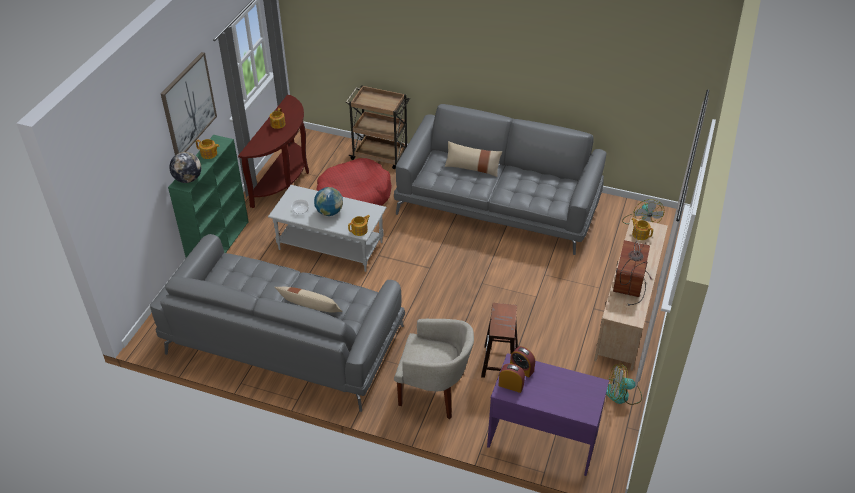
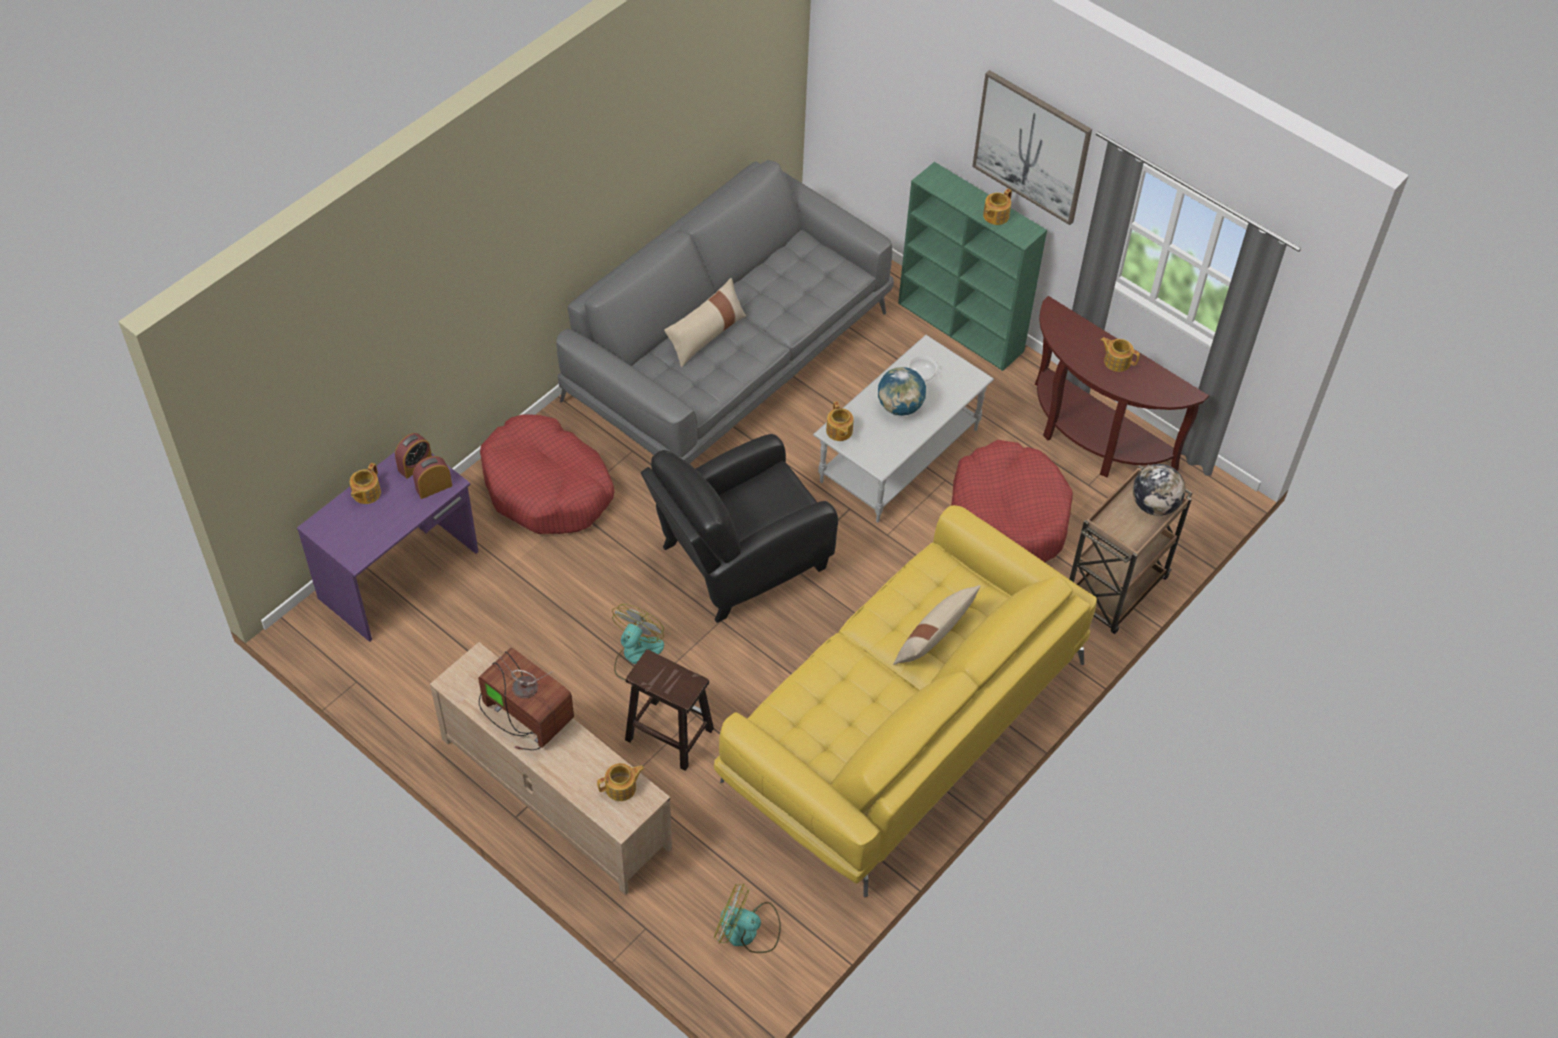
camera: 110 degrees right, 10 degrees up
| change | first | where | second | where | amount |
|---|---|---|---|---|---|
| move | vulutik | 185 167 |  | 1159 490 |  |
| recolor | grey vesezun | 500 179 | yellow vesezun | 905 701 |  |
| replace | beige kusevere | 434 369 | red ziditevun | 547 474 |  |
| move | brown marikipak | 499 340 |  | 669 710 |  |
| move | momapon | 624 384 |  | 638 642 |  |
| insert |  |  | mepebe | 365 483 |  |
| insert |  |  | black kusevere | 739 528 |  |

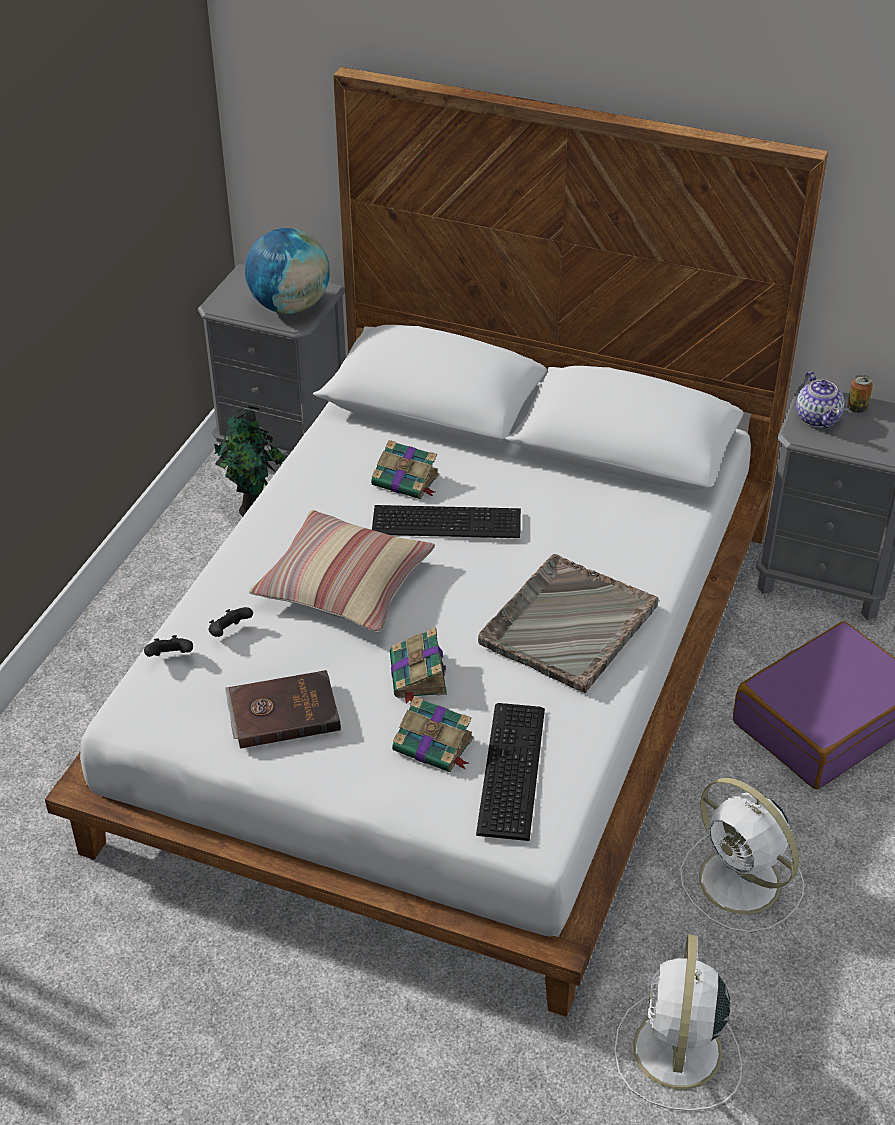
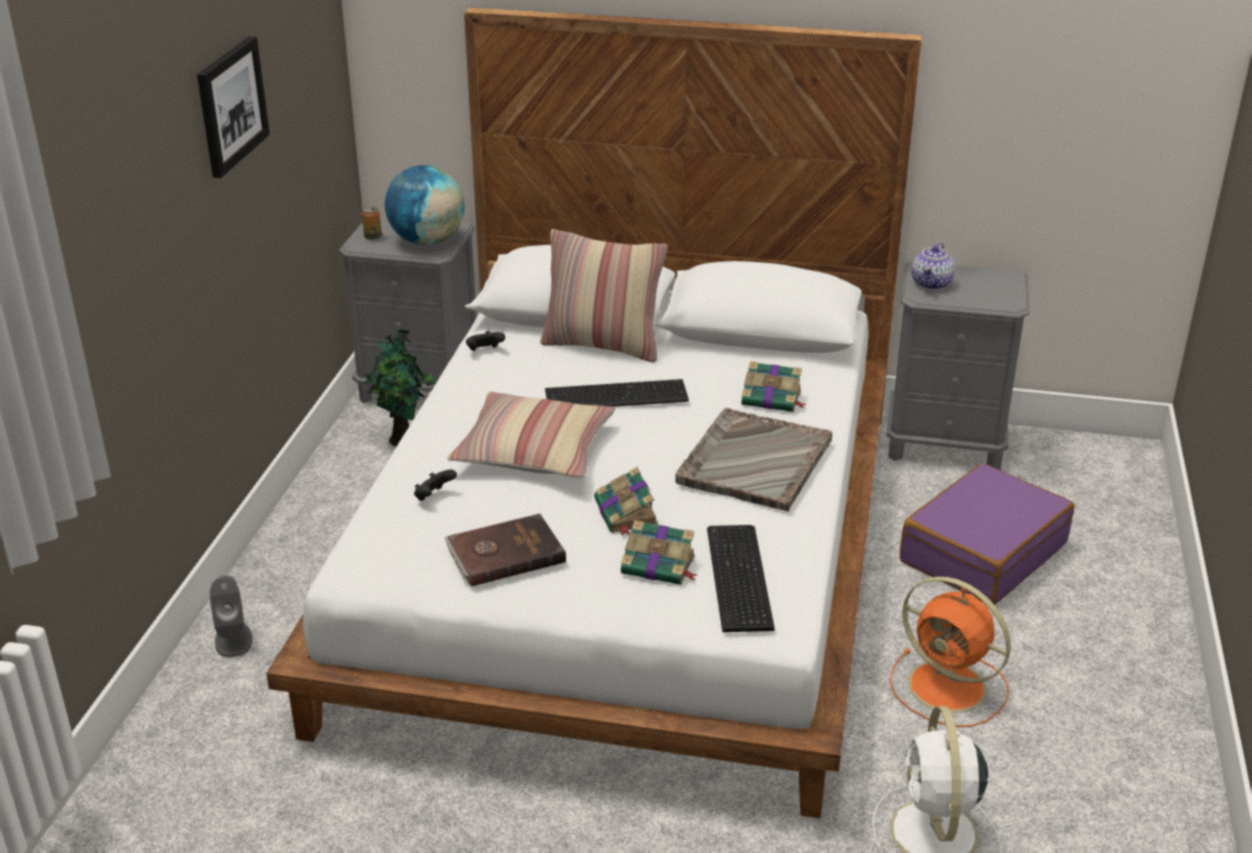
camera: 10 degrees left, 10 degrees down
| change | first | where | second | where | amount |
|---|---|---|---|---|---|
| move | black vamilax | 168 646 |  | 485 341 |  |
| move | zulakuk | 405 469 |  | 773 386 |  |
| recolor | white momapon | 742 855 | orange momapon | 950 651 |  |
| rotate | mepebe | 820 399 |  | 933 266 | 45 degrees clockwise |
| move | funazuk | 860 394 |  | 372 223 |  |
| insert |  |  | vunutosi | 233 107 |  |
| insert |  |  | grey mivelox | 230 616 |  |
| insert |  |  | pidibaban | 604 295 |  |

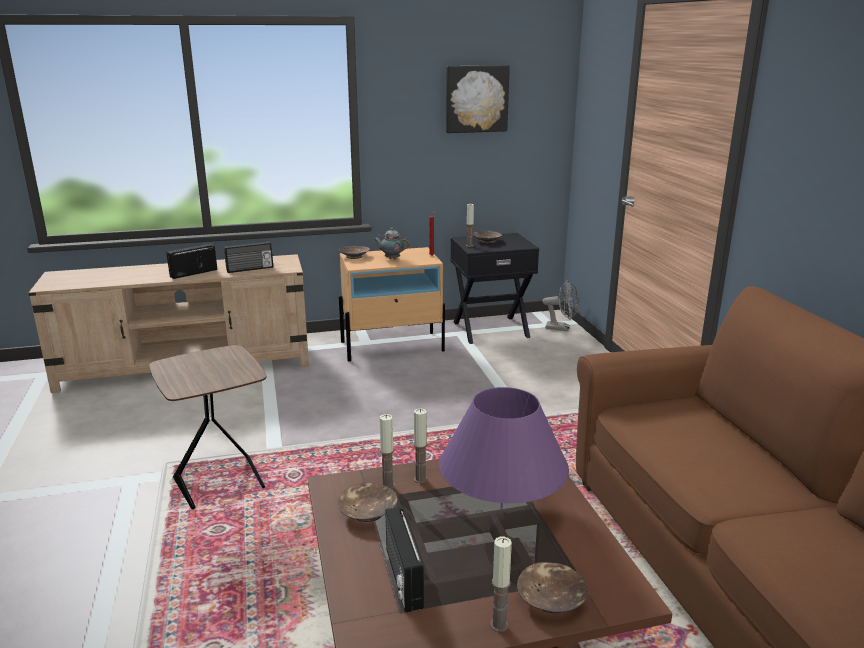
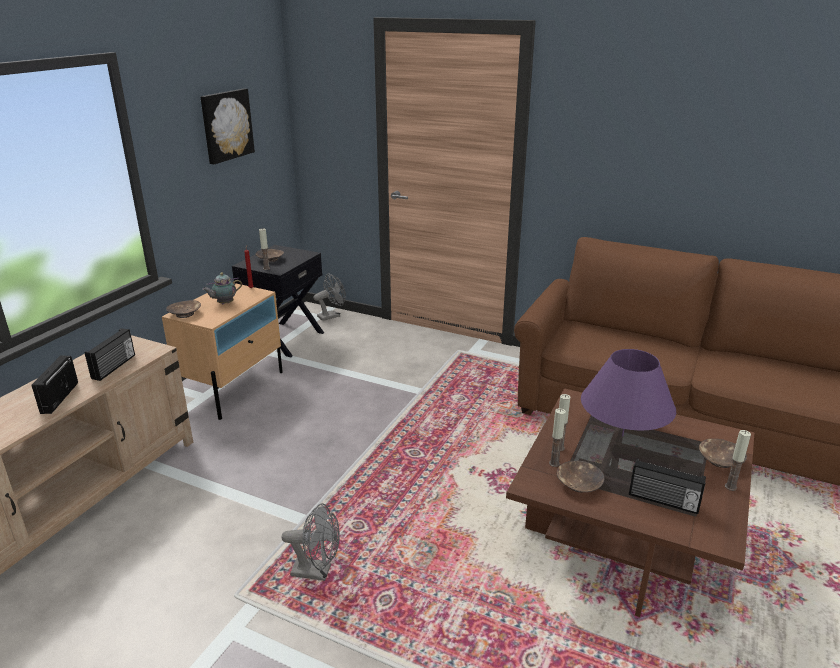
camera: 50 degrees left, 5 degrees up
| change | first | where | second | where | amount |
|---|---|---|---|---|---|
| replace | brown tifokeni | 207 427 | grey momapon | 311 542 |  |

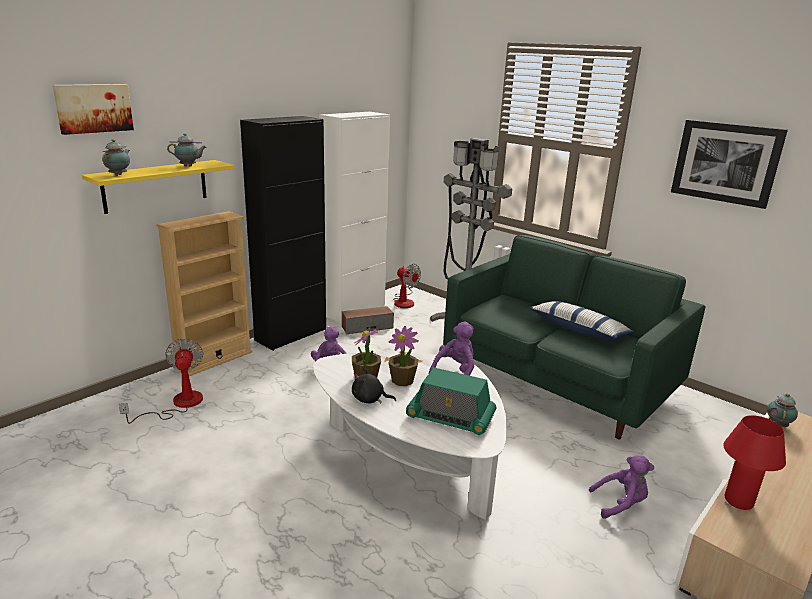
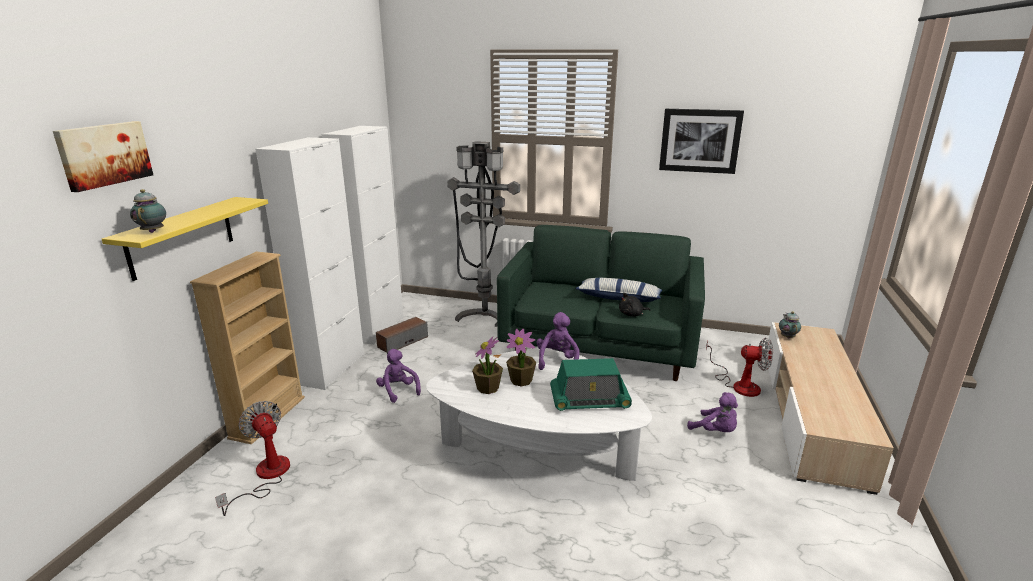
camera: 25 degrees left, 0 degrees up
| change | first | where | second | where | amount |
|---|---|---|---|---|---|
| delete | mepebe | 187 150 |  |  |  |
| recolor | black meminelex | 283 233 | white meminelex | 310 263 |  |
| move | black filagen | 374 386 |  | 635 305 |  |
| move | momapon | 407 286 |  | 739 367 |  |
| rotate | purple filagen | 621 487 |  | 712 412 | 75 degrees clockwise |
| delete | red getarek | 754 462 |  |  |  |

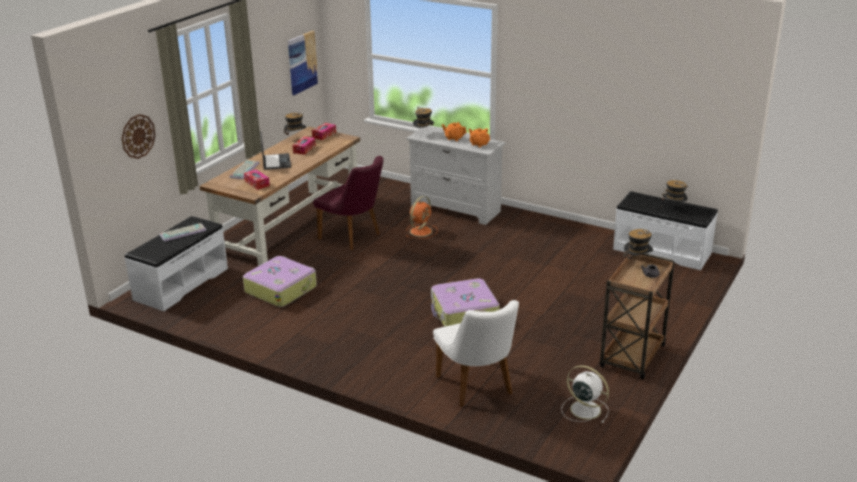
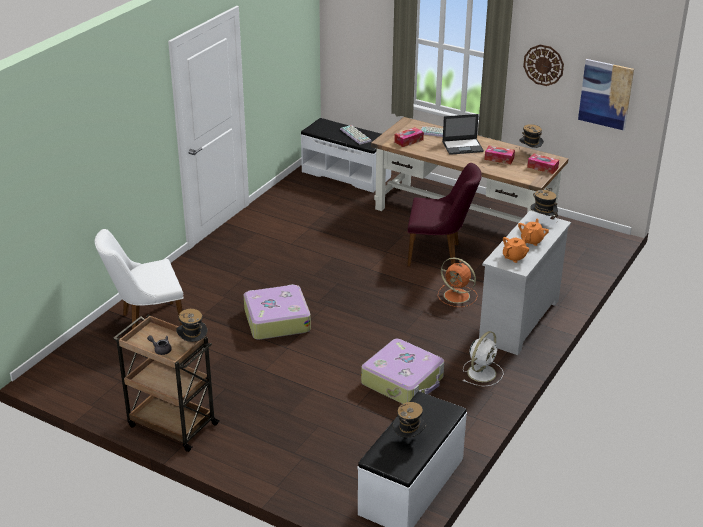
camera: 90 degrees right, 5 degrees up
| change | first | where | second | where | amount |
|---|---|---|---|---|---|
| move | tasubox | 139 136 |  | 543 65 |  |
| move | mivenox | 280 281 |  | 402 371 |  |
| rotate | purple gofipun | 348 203 |  | 444 215 | 120 degrees counterclockwise |
| move | white momapon | 585 394 |  | 483 359 |  |

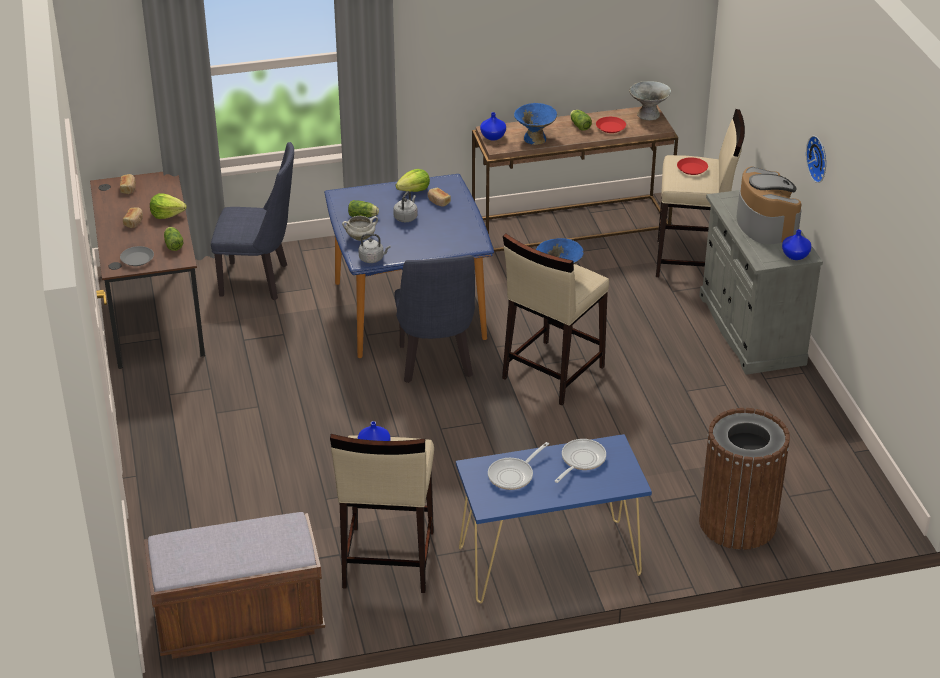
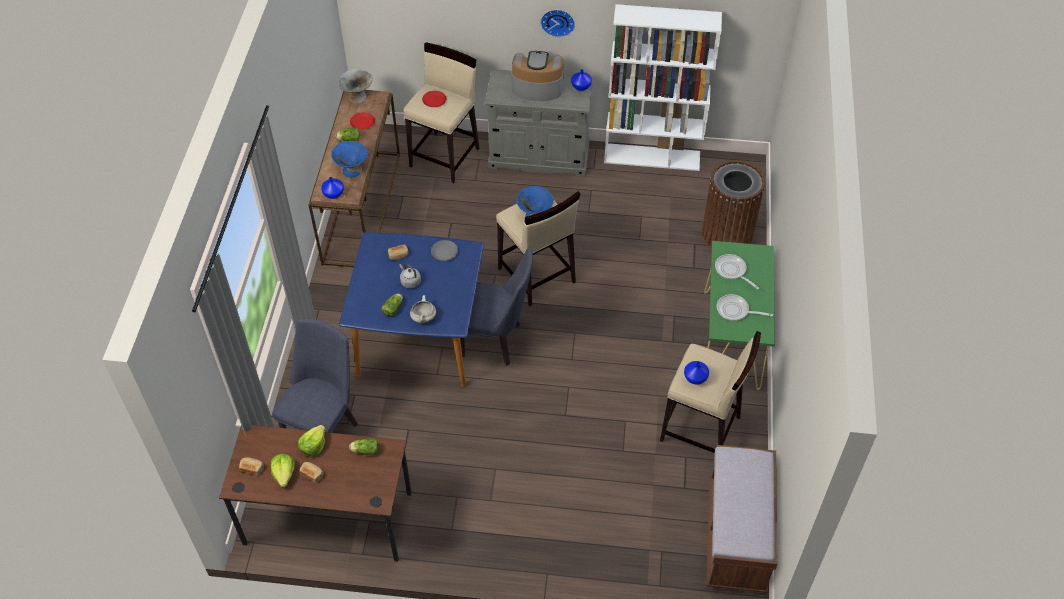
camera: 70 degrees left, 15 degrees up
| change | first | where | second | where | amount |
|---|---|---|---|---|---|
| move | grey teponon | 137 256 |  | 444 250 |  |
| delete | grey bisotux | 374 248 |  |  |  |
| move | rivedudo | 413 180 |  | 283 470 |  |
| recolor | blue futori | 554 518 | green futori | 739 315 |  |
| rotate | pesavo | 518 466 |  | 745 307 | 135 degrees clockwise |
| insert |  |  | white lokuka | 663 87 |  |

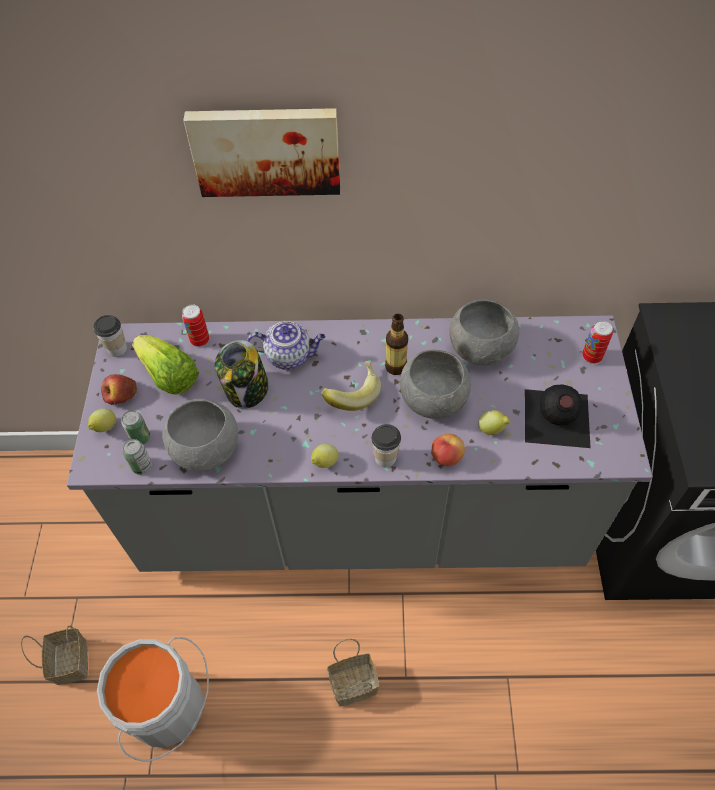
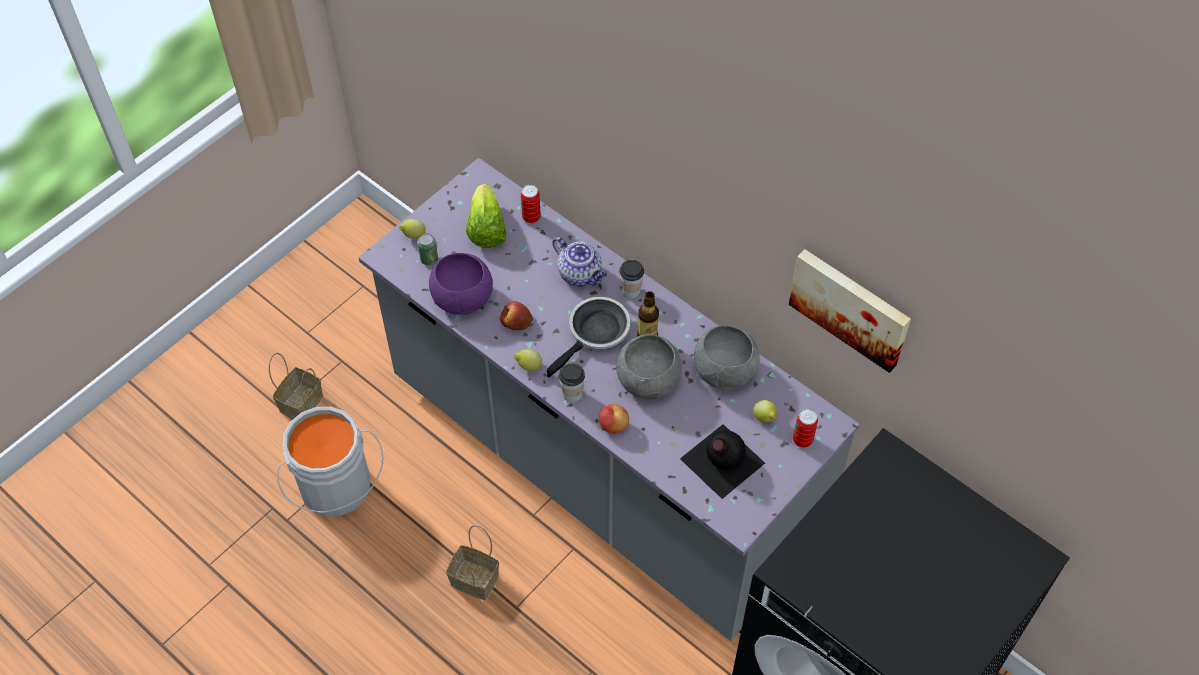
camera: 40 degrees right, 0 degrees up
| change | first | where | second | where | amount |
|---|---|---|---|---|---|
| move | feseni | 110 336 |  | 631 279 |  |
| move | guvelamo | 119 389 |  | 516 315 |  |
| delete | funazuk | 137 457 |  |  |  |
| recolor | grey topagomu | 200 434 | purple topagomu | 461 284 |  |
| move | vunutosi | 261 152 |  | 850 311 |  |
| delete | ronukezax | 242 374 |  |  |  |
| replace | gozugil | 351 386 | pesavo | 588 337 |  |
| move | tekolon | 494 422 |  | 765 411 |  |

